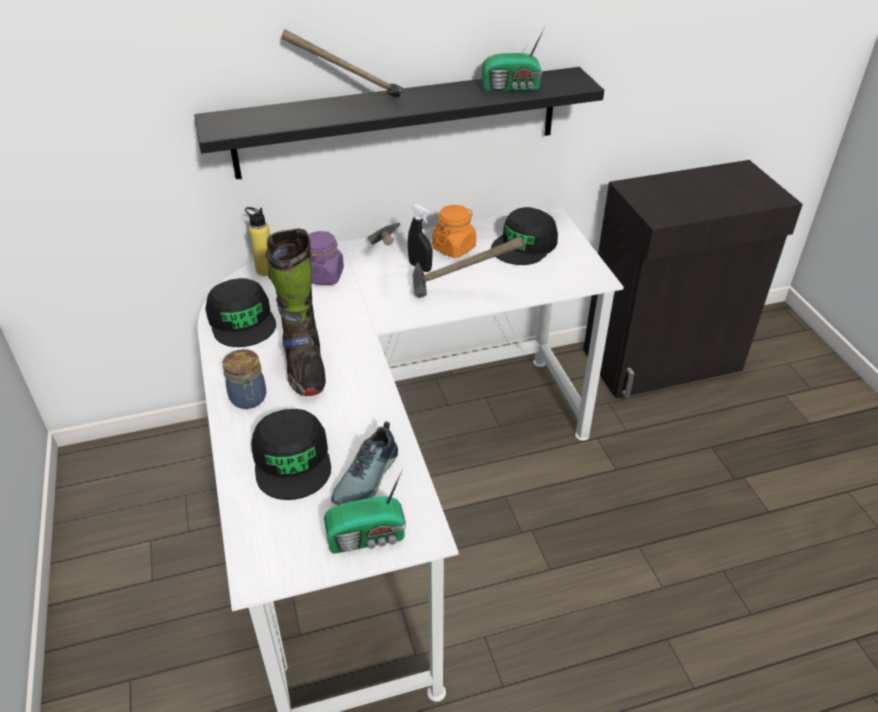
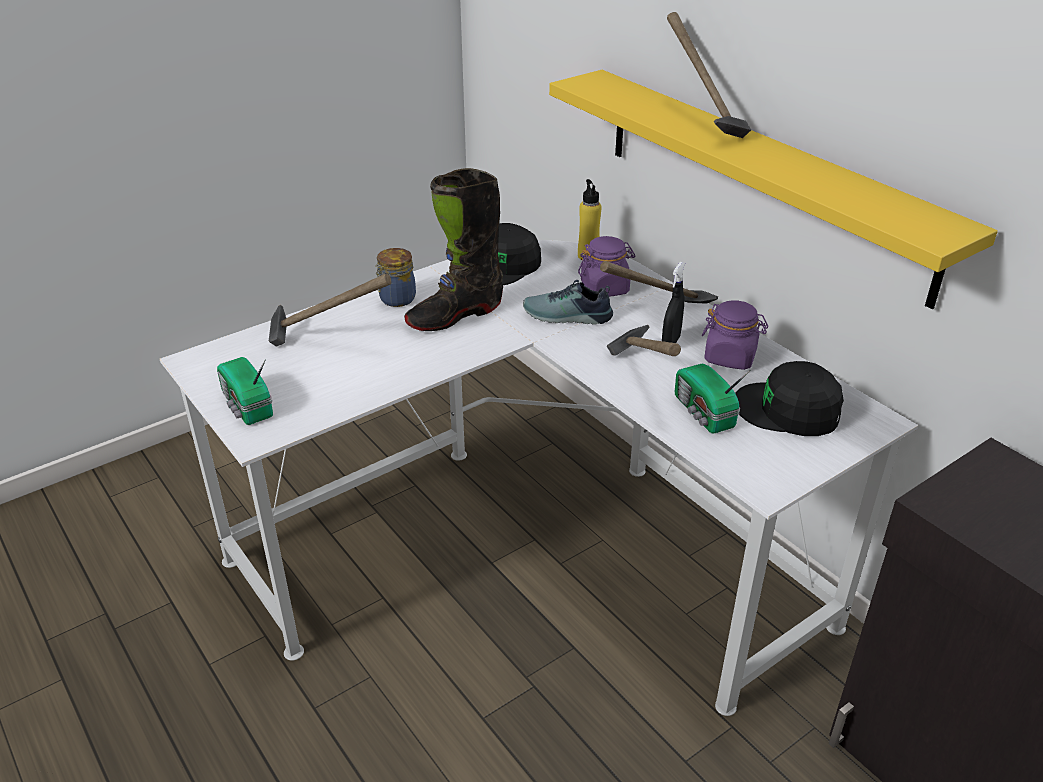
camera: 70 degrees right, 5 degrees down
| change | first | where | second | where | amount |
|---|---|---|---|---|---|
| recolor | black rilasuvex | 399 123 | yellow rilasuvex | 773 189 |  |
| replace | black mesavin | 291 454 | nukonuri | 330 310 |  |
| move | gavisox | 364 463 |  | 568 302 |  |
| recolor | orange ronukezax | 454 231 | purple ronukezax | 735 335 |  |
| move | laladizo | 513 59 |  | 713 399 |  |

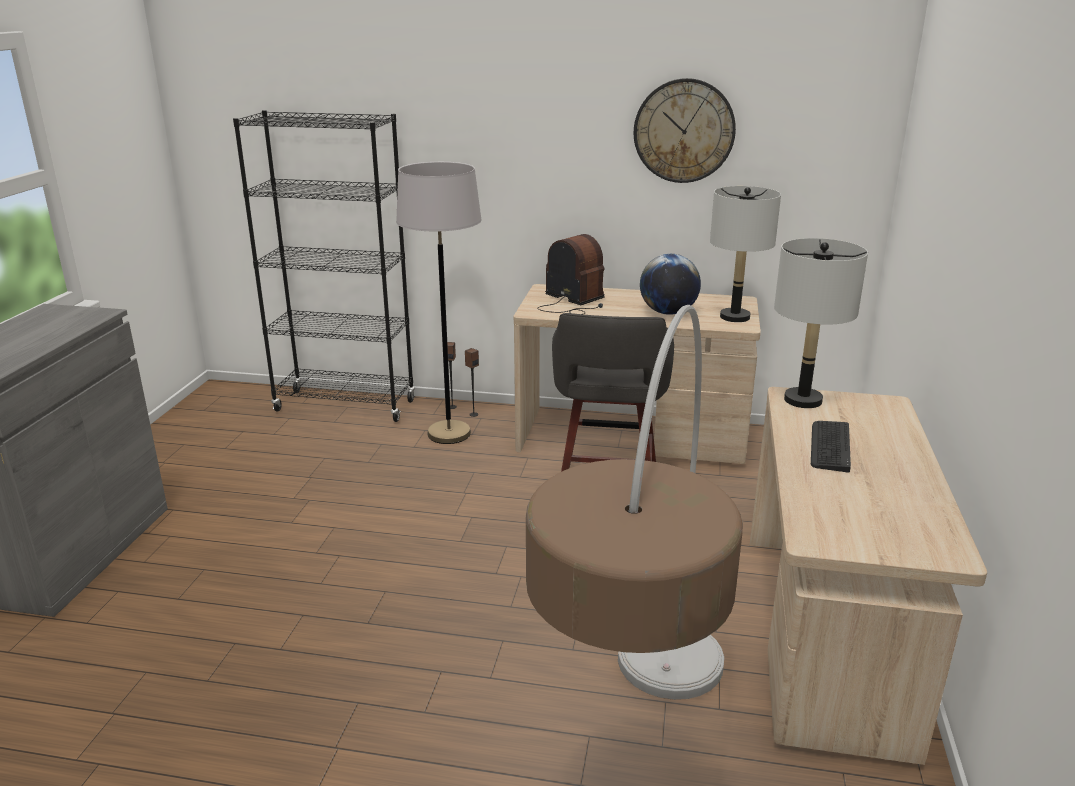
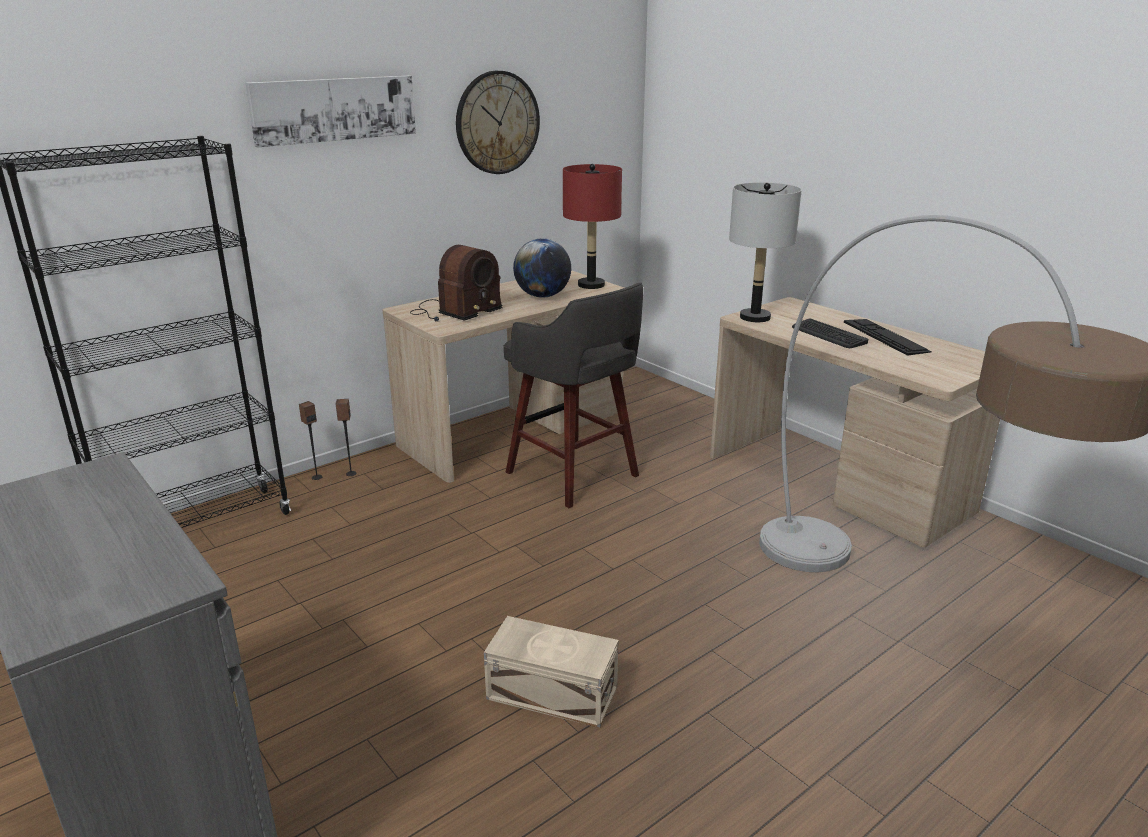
camera: 50 degrees left, 0 degrees up
| change | first | where | second | where | amount |
|---|---|---|---|---|---|
| delete | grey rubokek | 439 303 |  |  |  |
| rotate | laladizo | 571 274 |  | 456 283 | 135 degrees clockwise |
| recolor | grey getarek | 745 254 | red getarek | 592 226 |  |
| insert |  |  | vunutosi | 330 111 |  |
| insert |  |  | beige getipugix | 551 672 |  |
| insert |  |  | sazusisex | 888 337 |  |

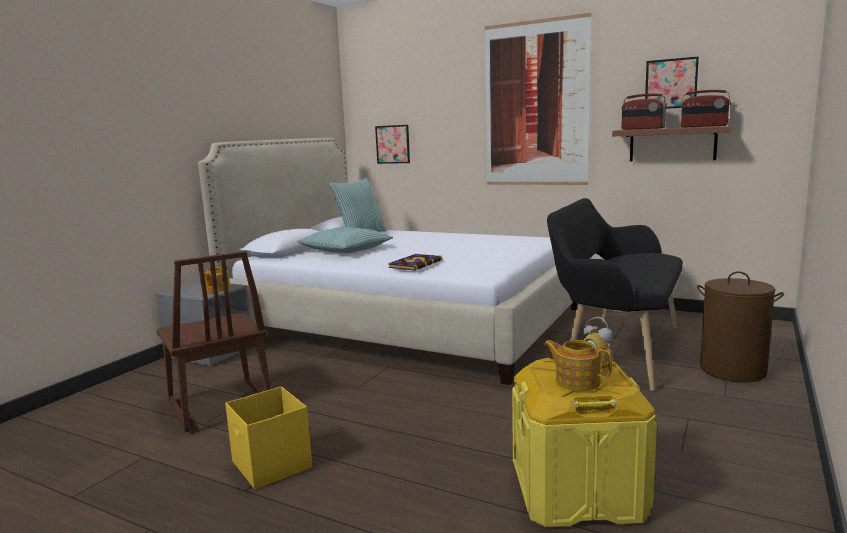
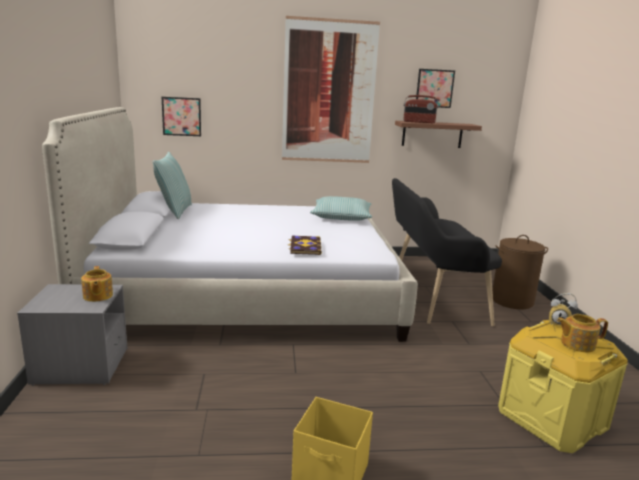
camera: 35 degrees left, 5 degrees up
| change | first | where | second | where | amount |
|---|---|---|---|---|---|
| delete | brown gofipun | 213 341 |  |  |  |
| move | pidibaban | 345 240 |  | 341 208 |  |
| delete | laladizo | 705 109 |  |  |  |

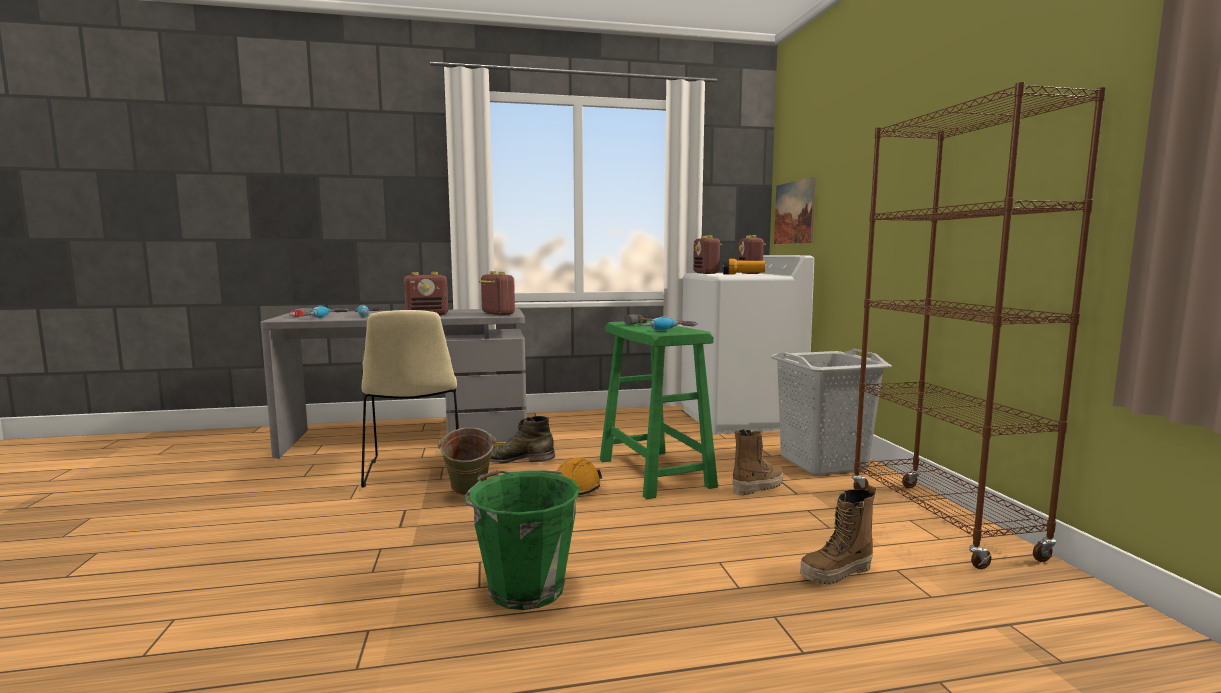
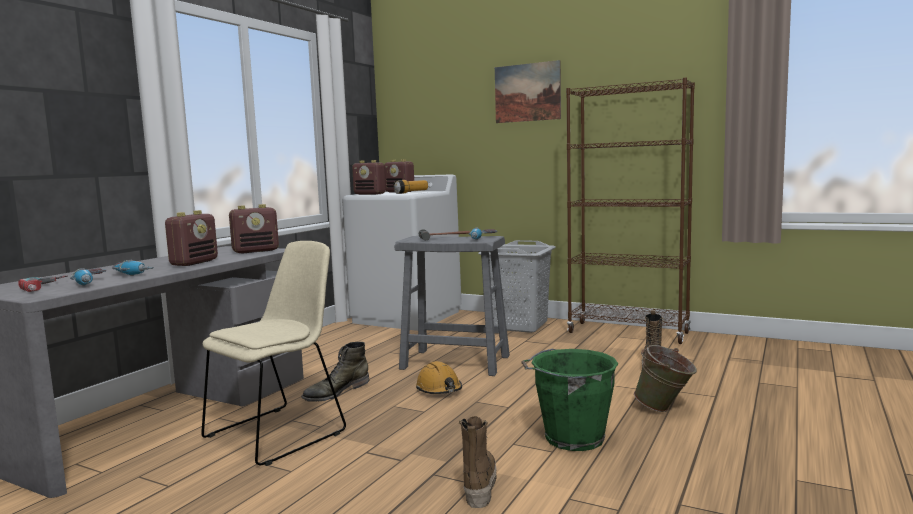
camera: 50 degrees left, 0 degrees up
| change | first | where | second | where | amount |
|---|---|---|---|---|---|
| rotate | beige gofipun | 410 399 |  | 273 353 | 75 degrees counterclockwise |
| move | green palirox | 467 461 |  | 665 378 |  |
| rotate | laladizo | 497 293 |  | 254 229 | 150 degrees clockwise |
| recolor | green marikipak | 659 410 | grey marikipak | 452 306 |  |
| move | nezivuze | 757 462 |  | 477 462 |  |
| move | vunutosi | 795 210 |  | 528 91 |  |

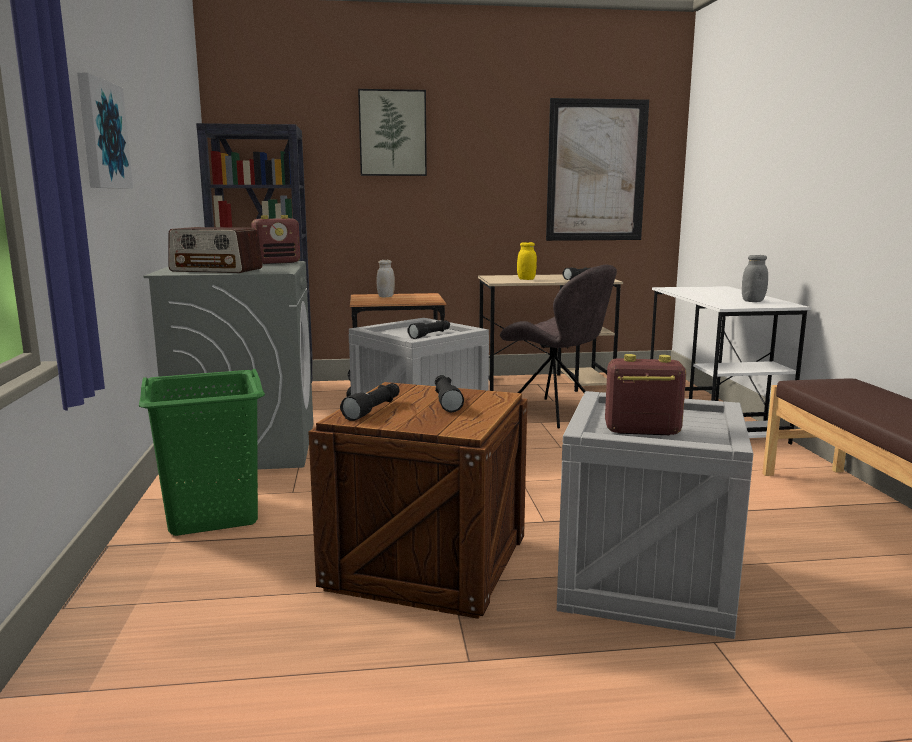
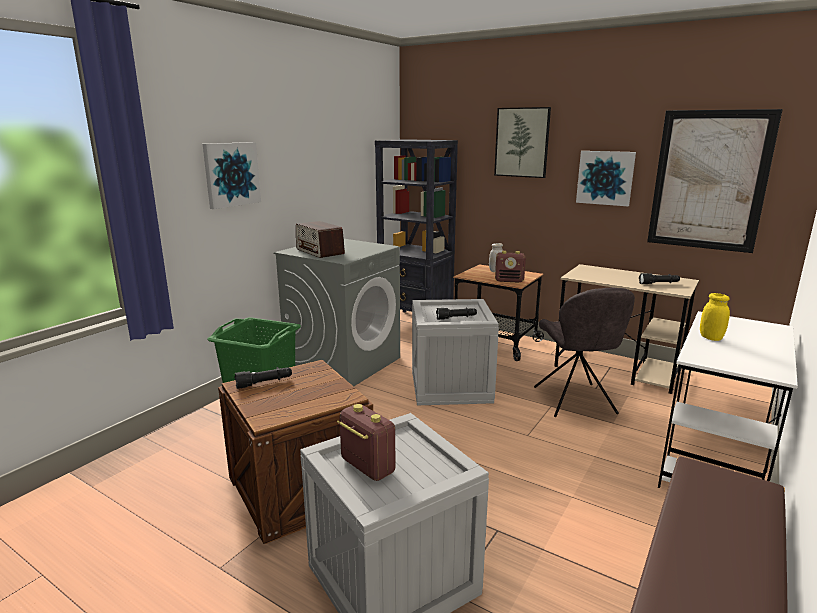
camera: 40 degrees right, 5 degrees up
| change | first | where | second | where | amount |
|---|---|---|---|---|---|
| move | laladizo | 275 239 |  | 510 267 |  |
| delete | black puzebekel | 449 393 |  |  |  |
| move | yellow ronukezax | 527 261 |  | 715 317 |  |
| delete | grey ronukezax | 755 278 |  |  |  |
| insert |  |  | vunutosi | 606 178 |  |

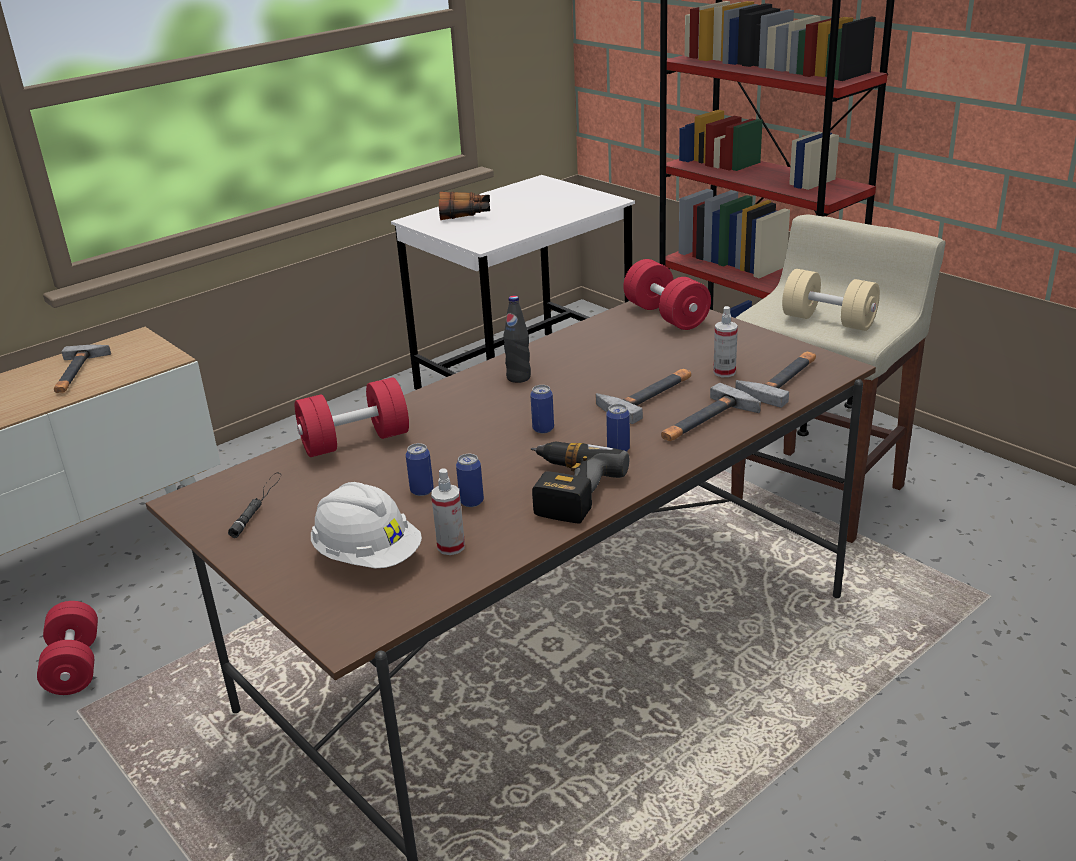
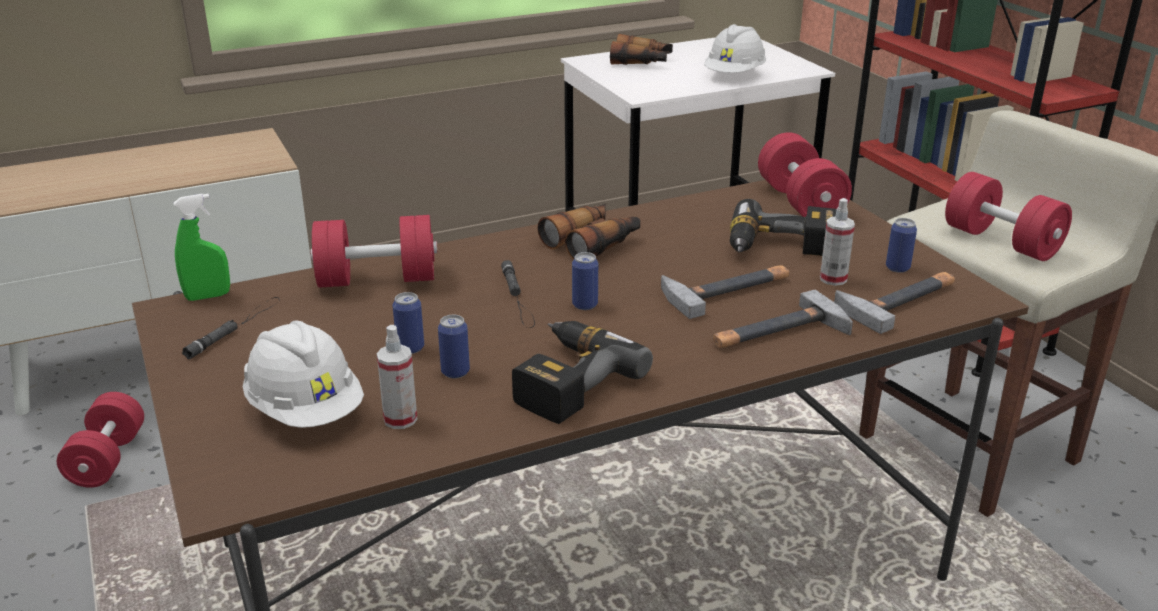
camera: 15 degrees right, 0 degrees up
| change | first | where | second | where | amount |
|---|---|---|---|---|---|
| delete | nukonuri | 82 368 |  |  |  |
| replace | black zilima | 517 339 | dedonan | 589 232 |  |
| move | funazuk | 618 428 |  | 901 245 |  |
| recolor | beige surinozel | 831 300 | red surinozel | 1008 216 |  |
| insert |  |  | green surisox | 202 247 |  |
| insert |  |  | black puzebekel | 518 294 |  |
| insert |  |  | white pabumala | 735 48 |  |
| insert |  |  | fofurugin | 783 227 |  |

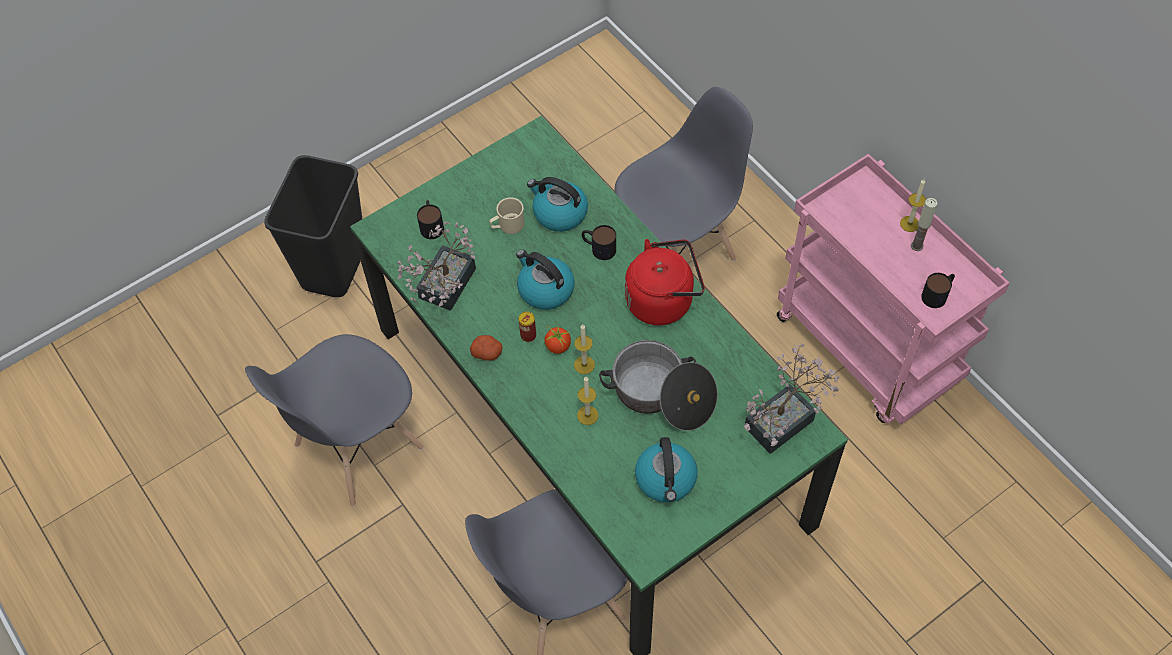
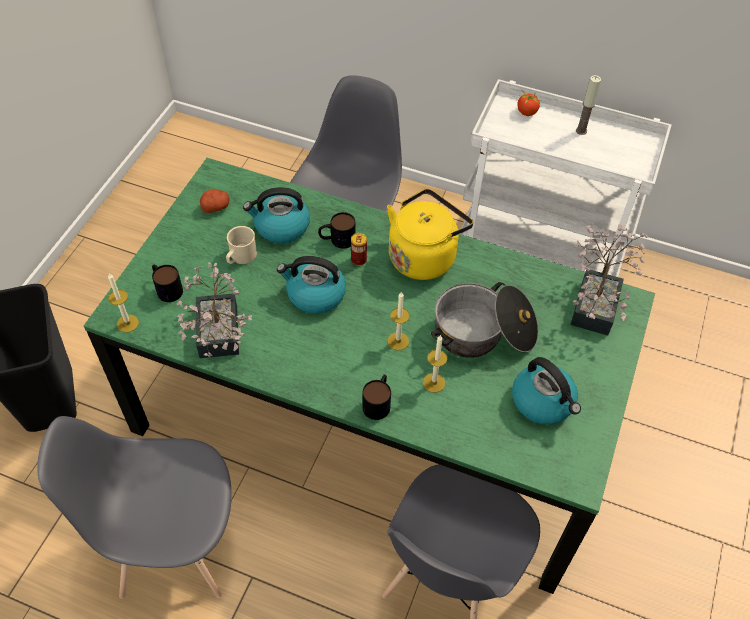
camera: 35 degrees left, 5 degrees down
| change | first | where | second | where | amount |
|---|---|---|---|---|---|
| rotate | grey gofipun | 334 420 |  | 134 507 | 75 degrees clockwise |
| move | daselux | 486 348 |  | 215 201 |  |
| move | funazuk | 527 326 |  | 359 249 |  |
| move | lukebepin | 557 337 |  | 528 102 |  |
| recolor | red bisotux | 665 282 | yellow bisotux | 430 234 |  |
| recolor | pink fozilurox | 893 289 | white fozilurox | 566 178 |  |
| move | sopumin | 913 205 |  | 123 303 |  |
| move | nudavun | 938 290 |  | 376 397 |  |

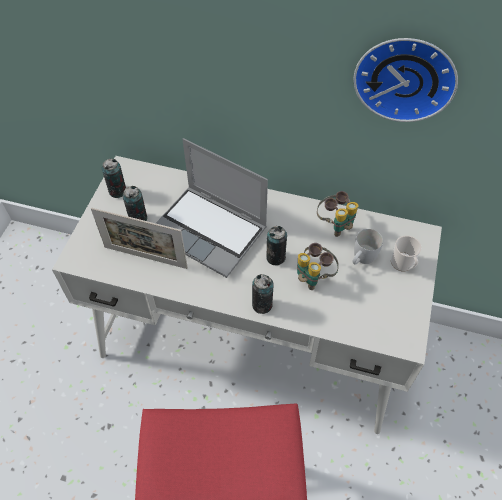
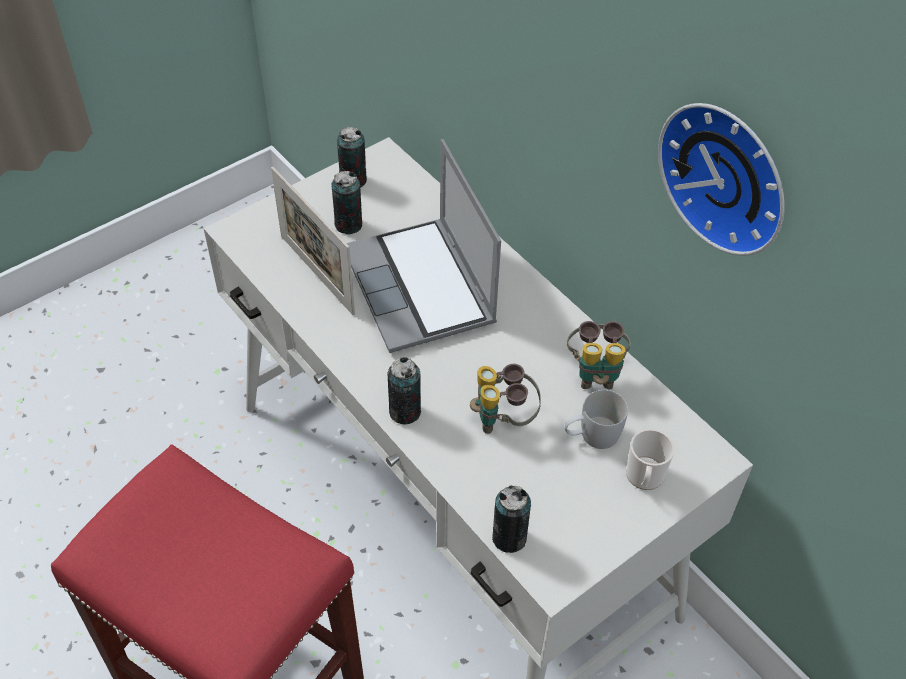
camera: 35 degrees right, 5 degrees down
| change | first | where | second | where | amount |
|---|---|---|---|---|---|
| move | funazuk | 276 245 |  | 511 519 |  |

